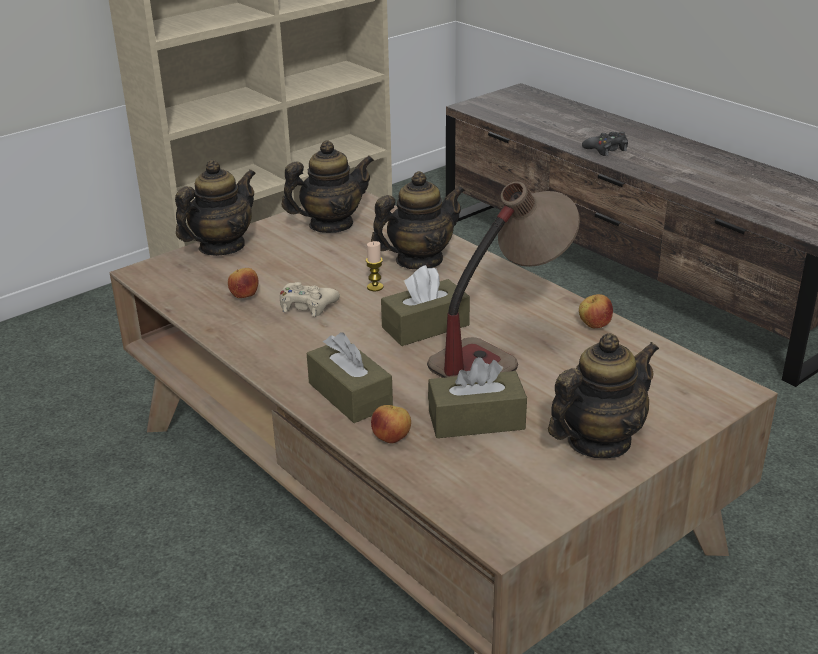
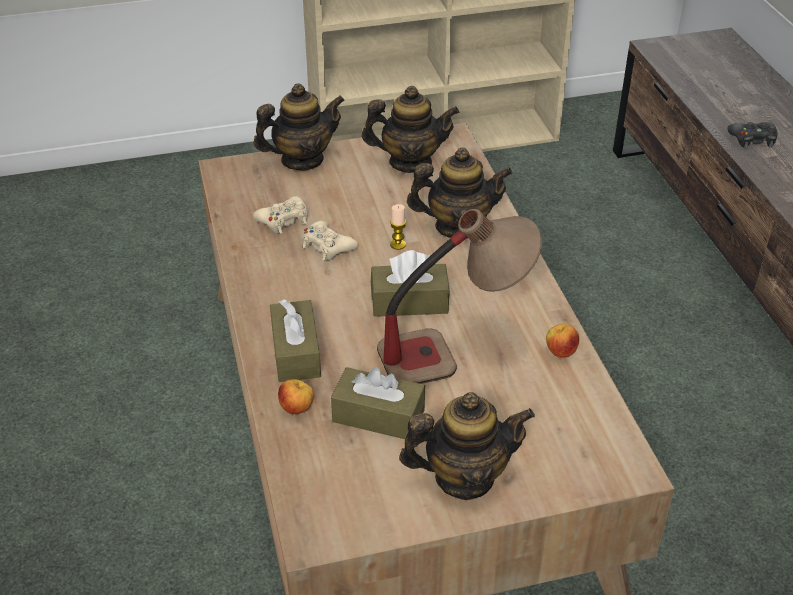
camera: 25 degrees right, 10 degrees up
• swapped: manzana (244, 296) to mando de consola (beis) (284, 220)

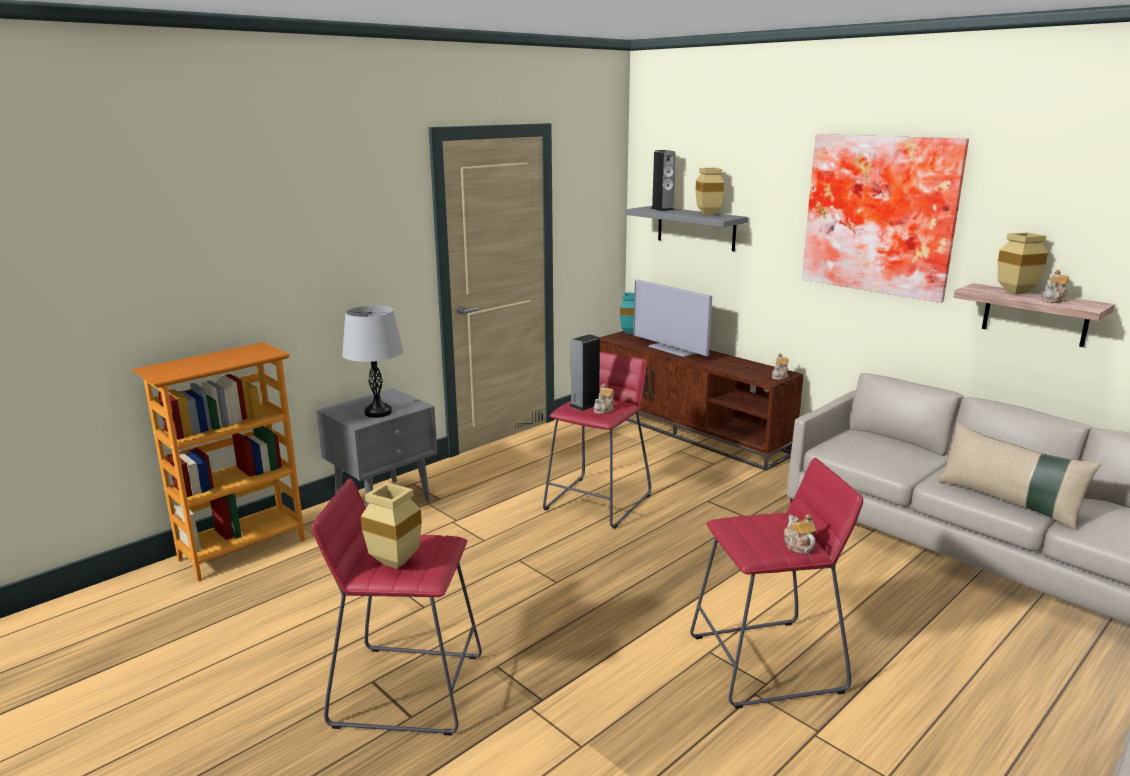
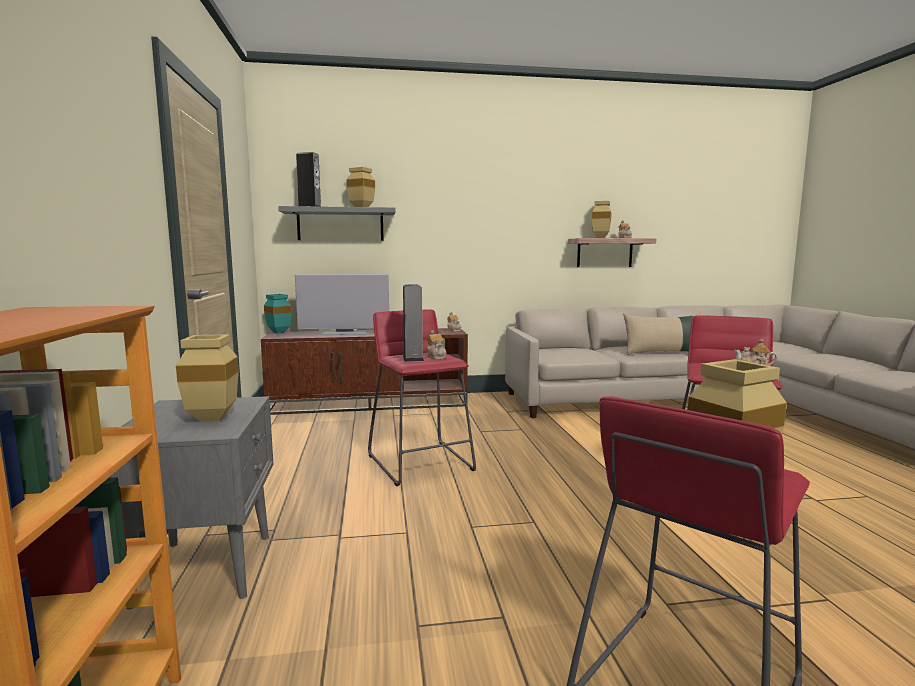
camera: 55 degrees left, 10 degrees down
• swapped: lámpara de mesa (gris) (378, 412) to florero (beis) (215, 418)
• gone: cuadro (881, 214)

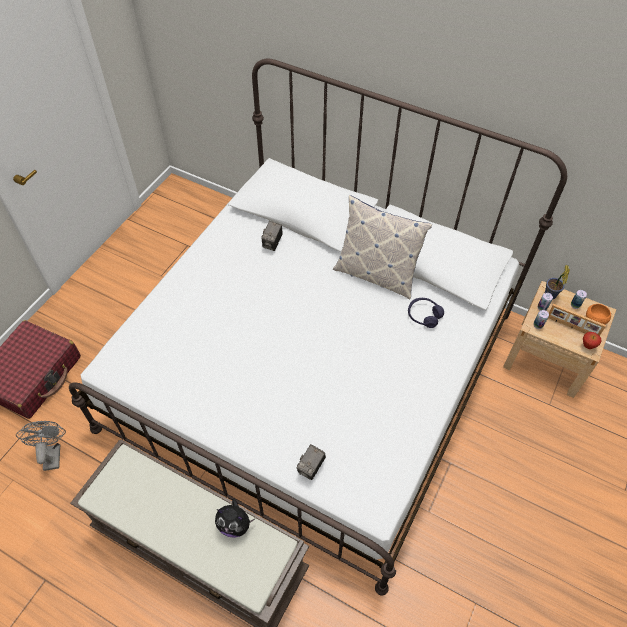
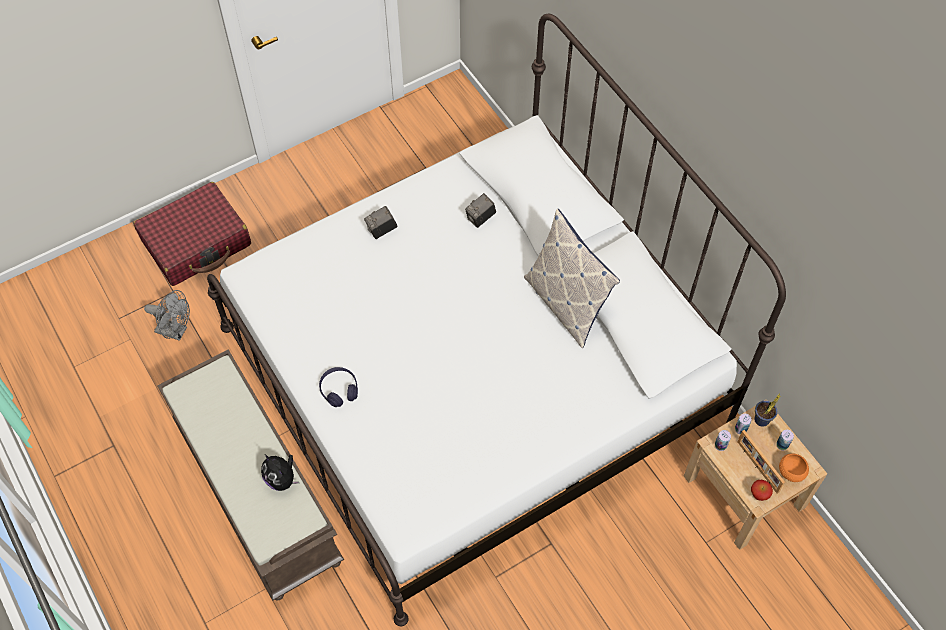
camera: 30 degrees right, 5 degrees up
• rotated: ventilador (gris) (52, 453) = (176, 331) 90 degrees clockwise
• shifted: auriculares (morado) (424, 315) to (339, 390)
• shifted: cámara (311, 468) to (381, 230)

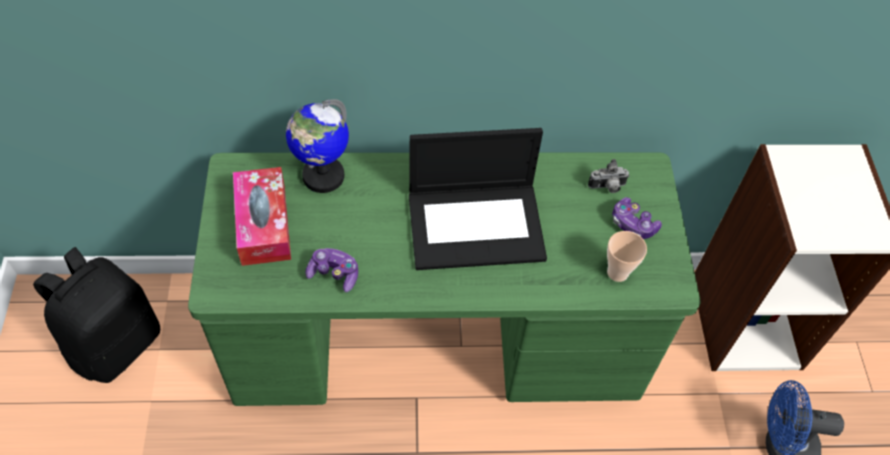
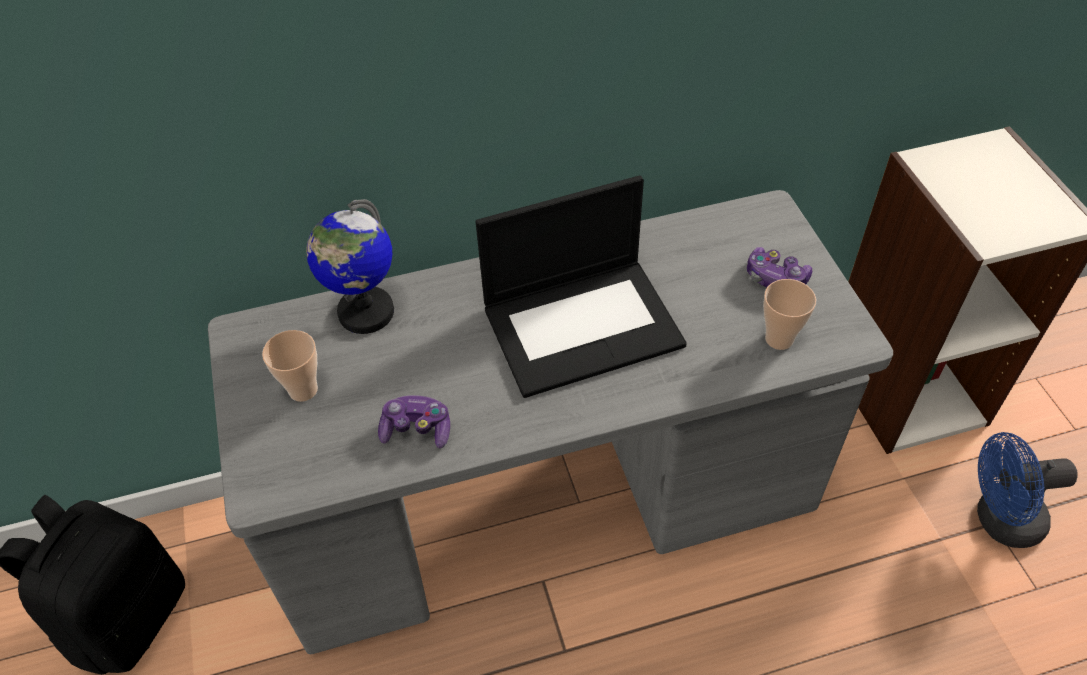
camera: 10 degrees left, 5 degrees down
• repainted: escritorio (verde) (437, 344) to escritorio (gris) (549, 508)
• swapped: caja de pañuelos (263, 224) to taza (303, 390)
• gone: cámara (607, 187)

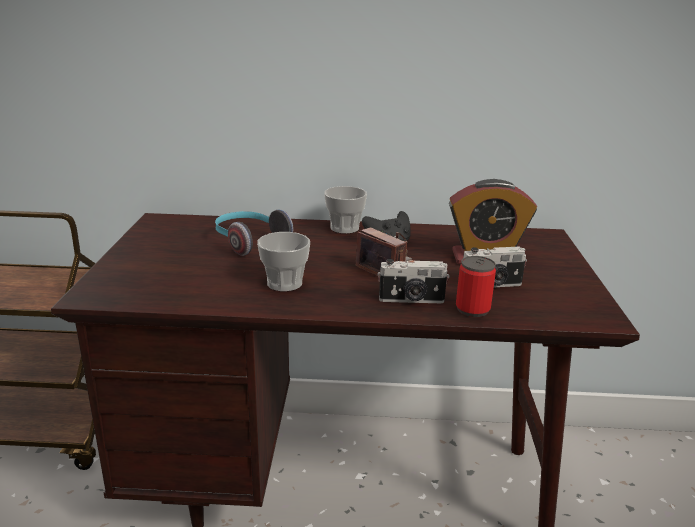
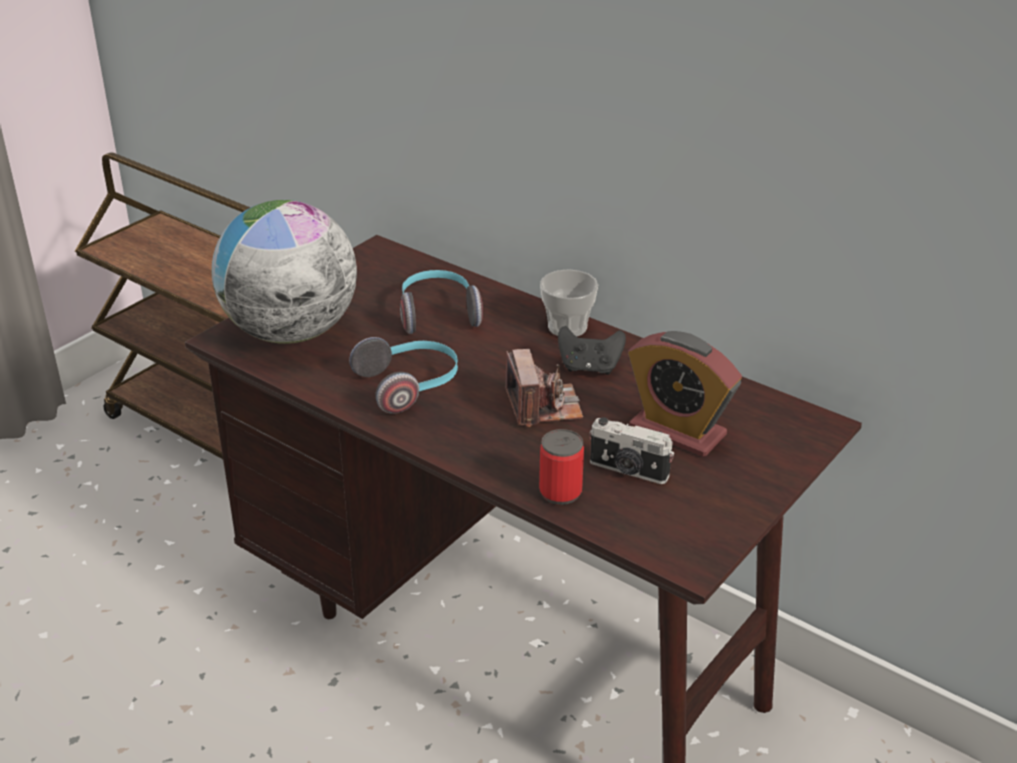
camera: 35 degrees right, 10 degrees up
• new: globo terráqueo (291, 332)
• swapped: taza (284, 283) to auriculares (410, 386)
• gone: cámara (411, 300)

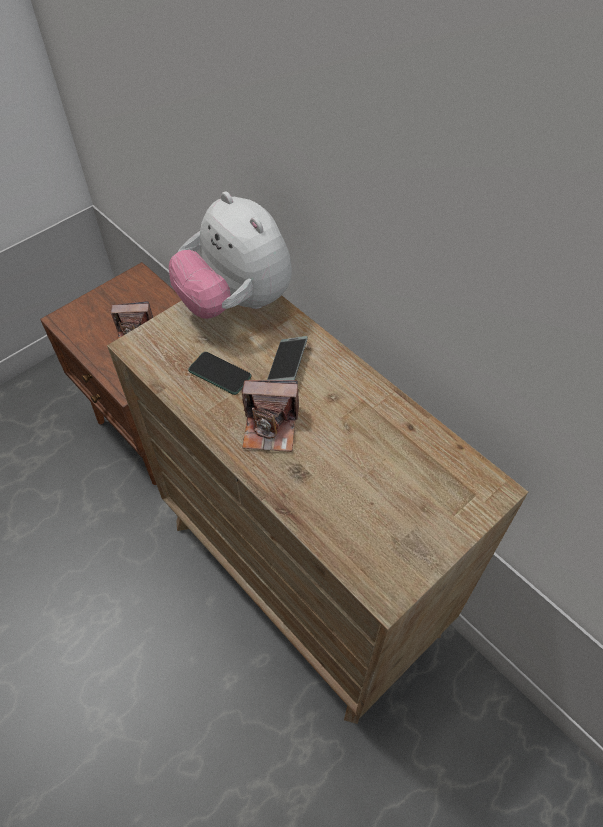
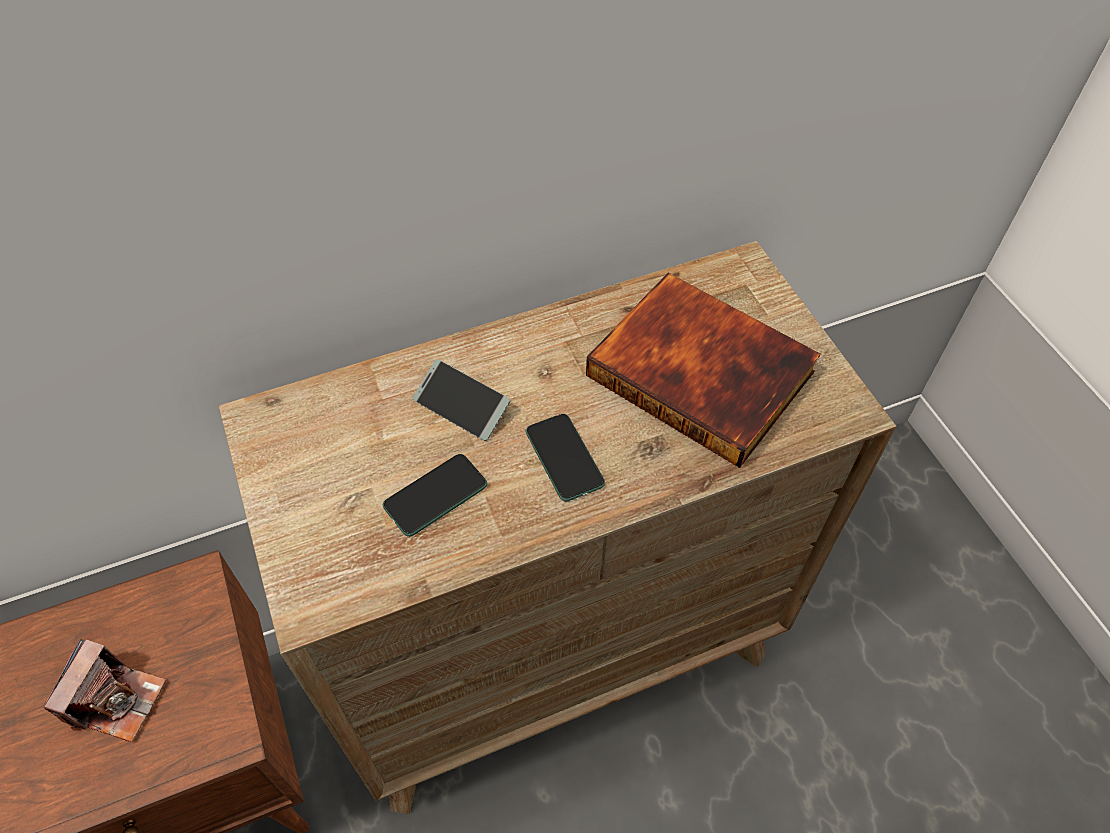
camera: 70 degrees left, 0 degrees up
• swapped: cámara (270, 427) to móvil (564, 458)
• new: libro (703, 372)
• gone: peluche (235, 303)

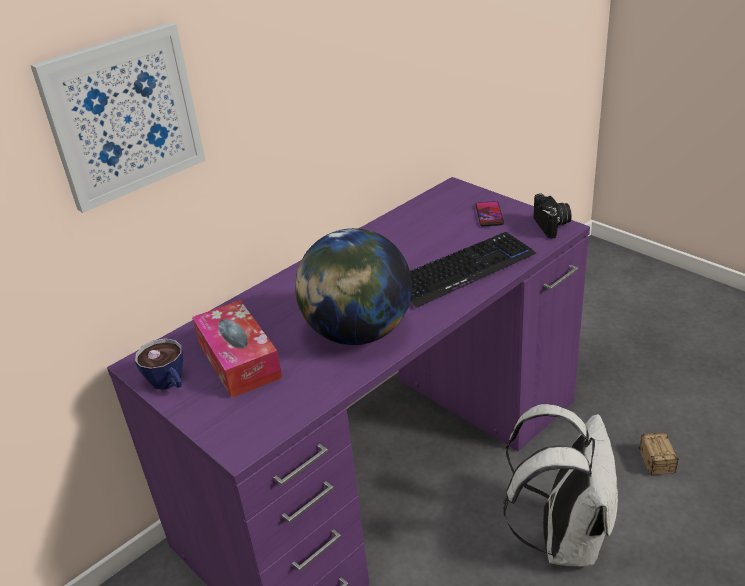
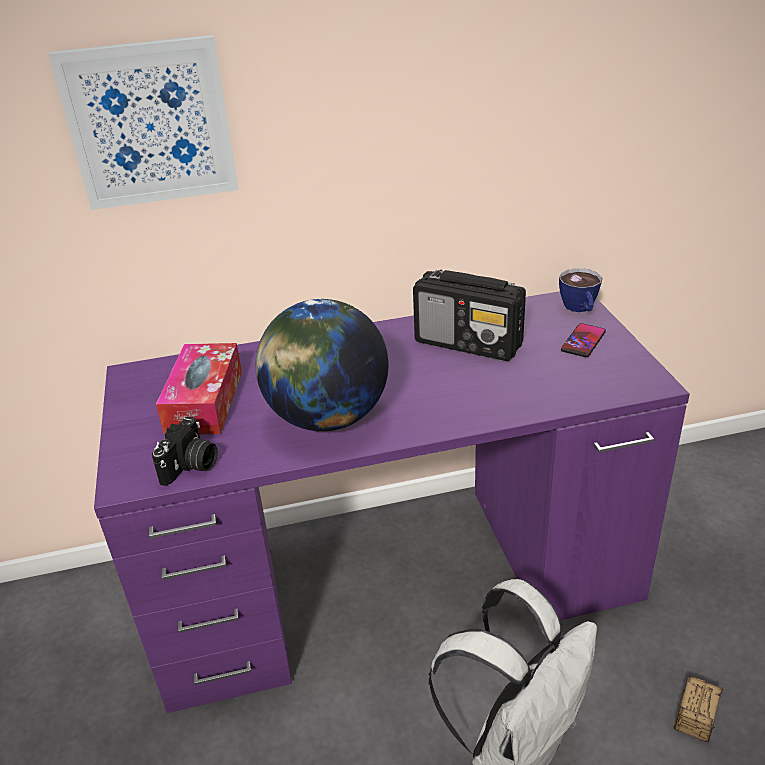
camera: 30 degrees right, 0 degrees up
• shifted: cámara (552, 226) to (191, 466)
• new: radio (469, 343)
• shifted: taza (169, 383) to (580, 309)
• gone: teclado (462, 270)

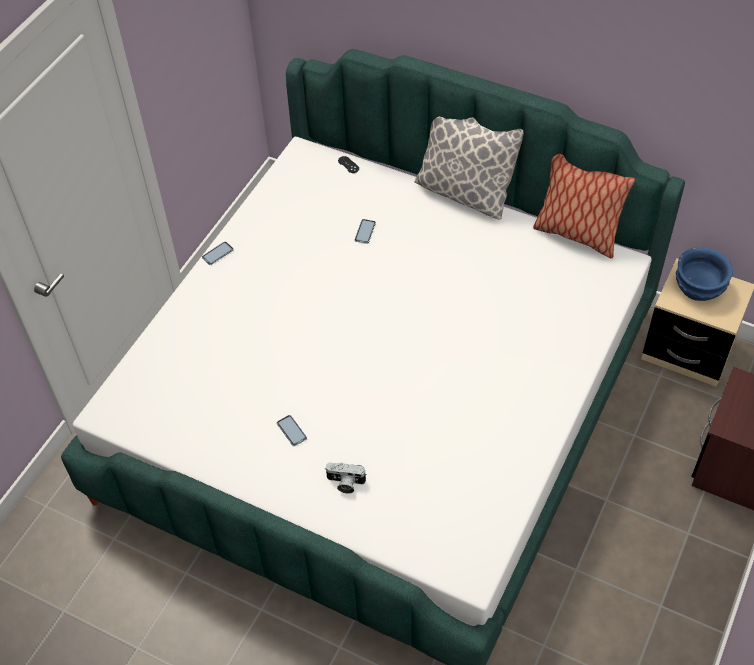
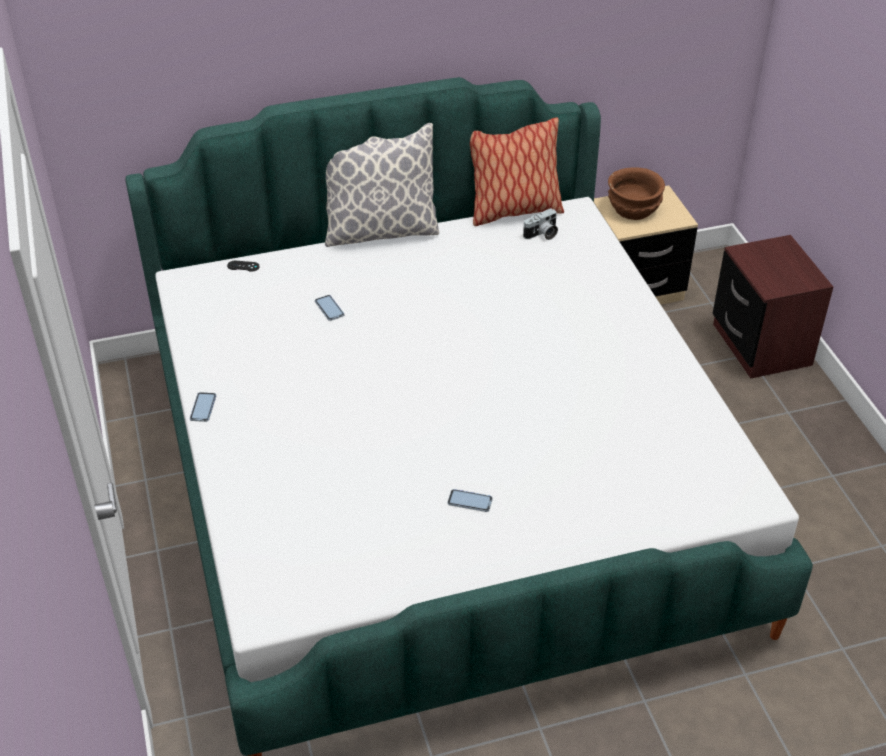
camera: 45 degrees left, 10 degrees down
• shifted: cámara (345, 483) to (542, 234)
• repainted: cuenco (azul) (700, 287) to cuenco (marrón) (634, 208)

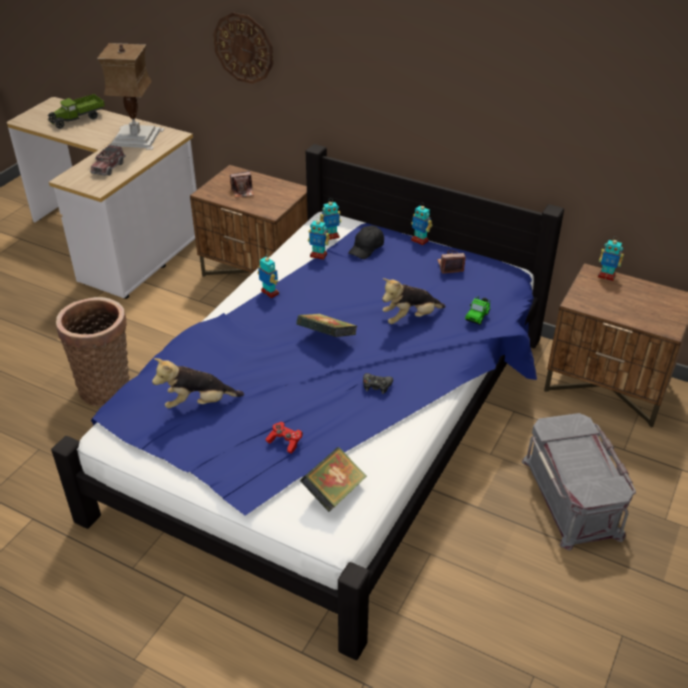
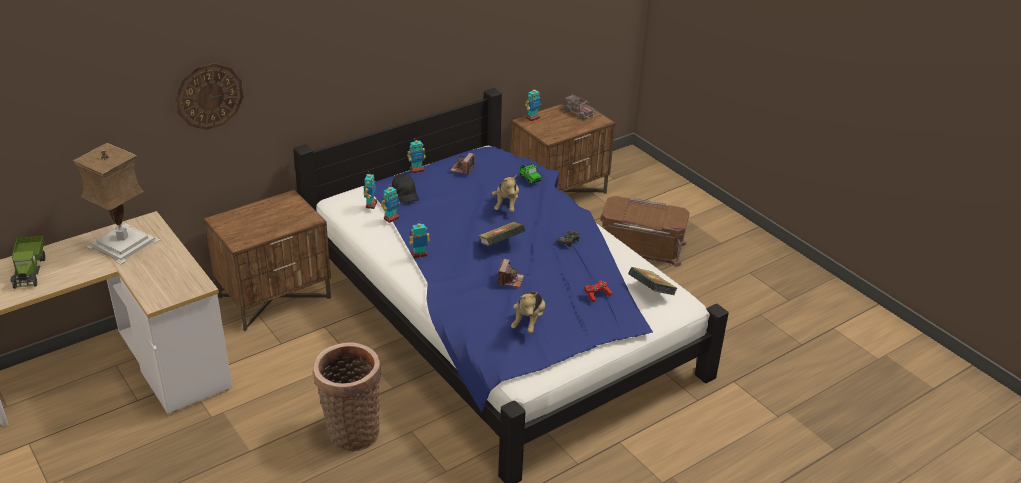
camera: 65 degrees left, 5 degrees down
• shifted: cámara (243, 192) to (510, 280)
• shifted: camión de juguete (108, 167) to (578, 112)
• repainted: caja de almacenaje (gris) (573, 497) to caja de almacenaje (marrón) (641, 246)

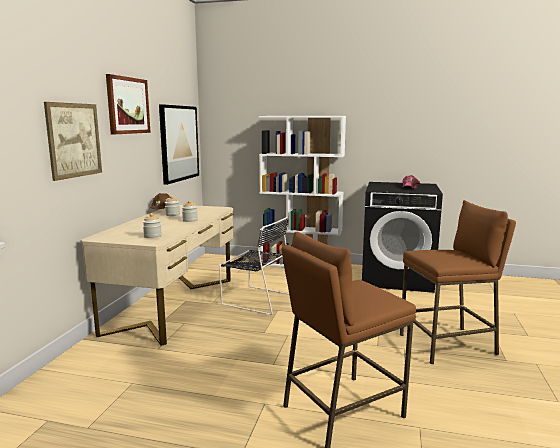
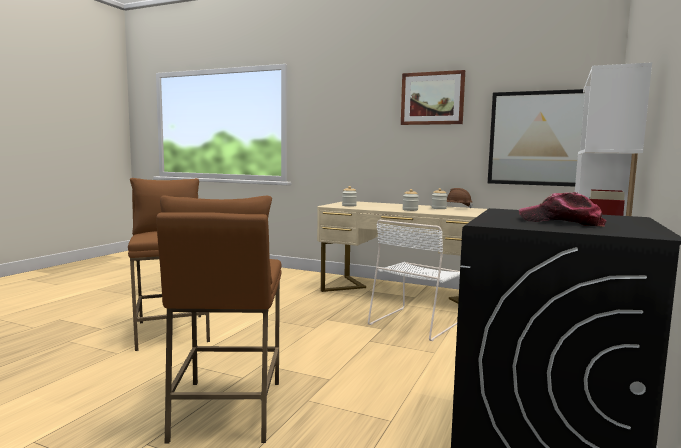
camera: 100 degrees right, 5 degrees down
• repainted: silla (negro) (257, 299) to silla (blanco) (417, 322)
• gone: cuadro (74, 140)

